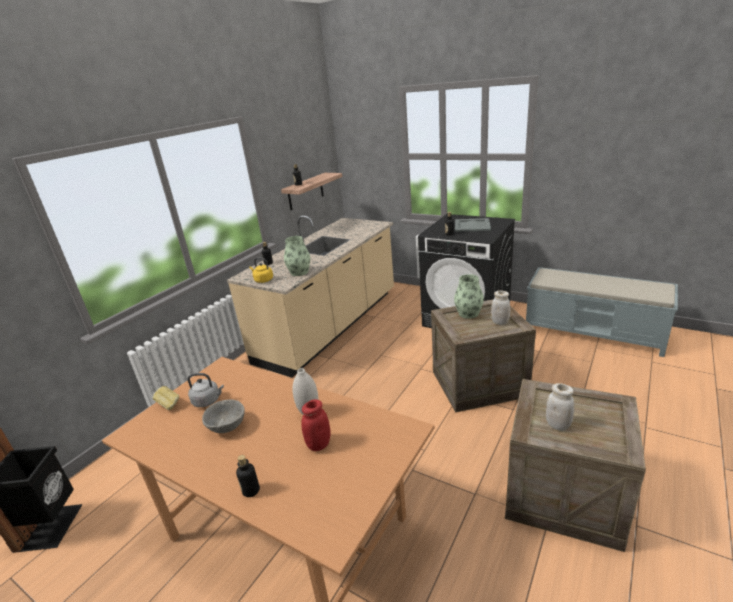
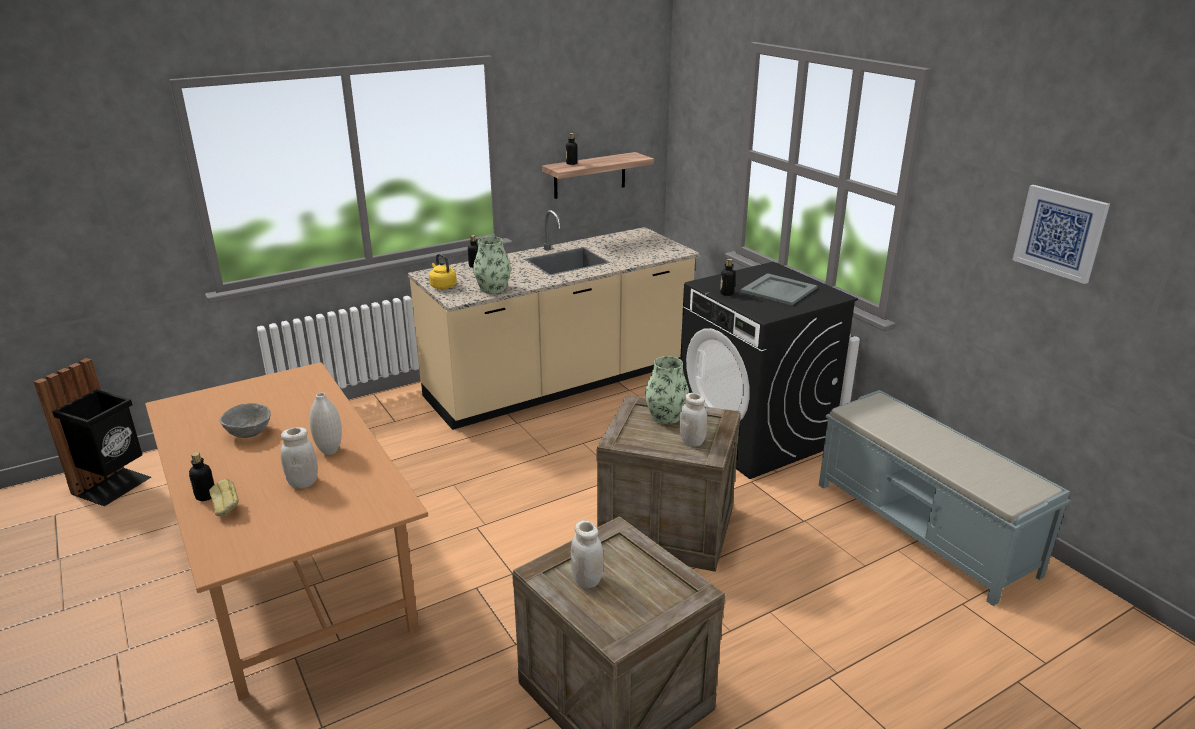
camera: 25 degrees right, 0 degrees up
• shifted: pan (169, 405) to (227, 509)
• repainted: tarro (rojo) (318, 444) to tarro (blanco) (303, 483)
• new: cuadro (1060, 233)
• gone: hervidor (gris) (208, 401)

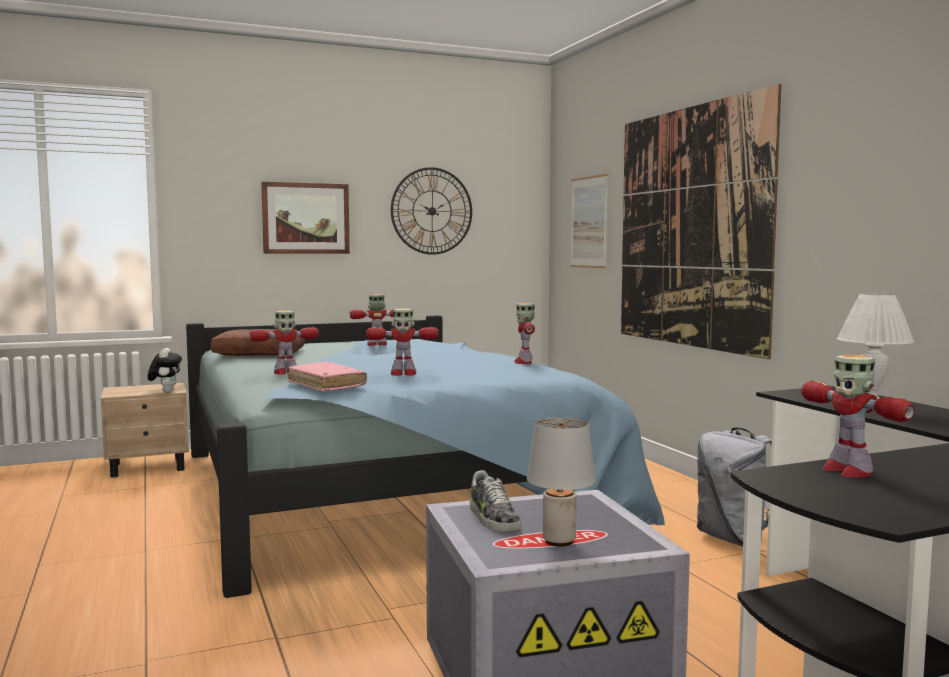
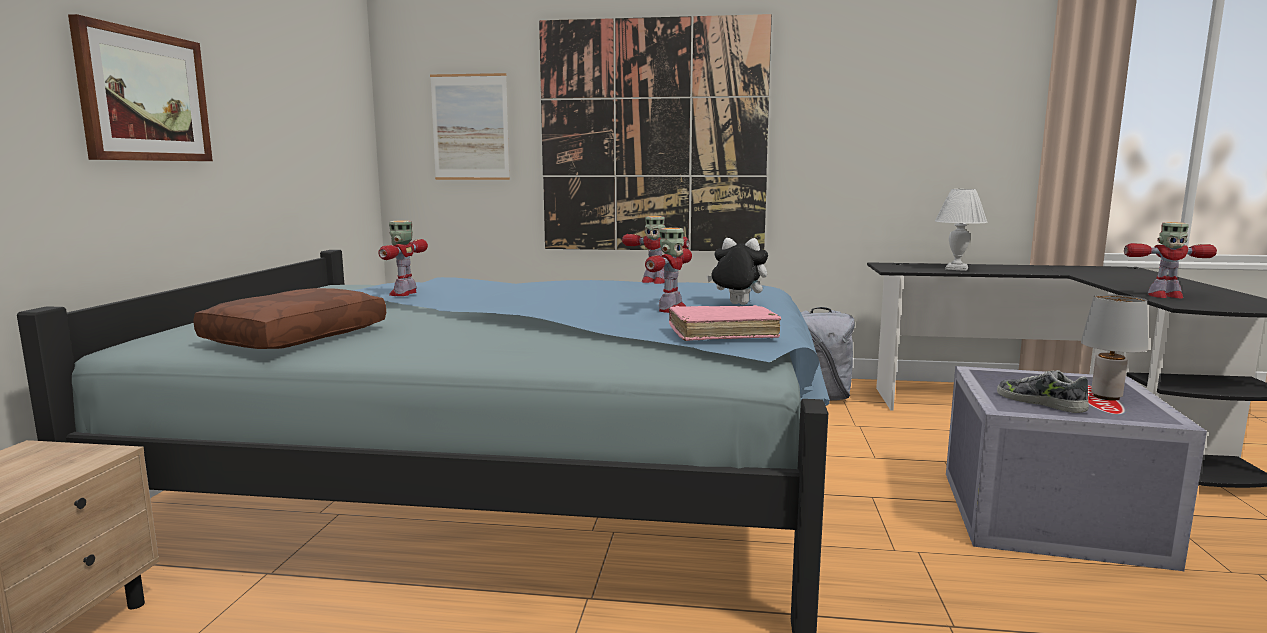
camera: 60 degrees left, 5 degrees up
• shifted: peluche (166, 391) to (736, 304)
• rotated: zapato (493, 518) = (1041, 402) 135 degrees counterclockwise
• gone: robot de juguete (286, 372)
• gone: reloj de pared (432, 211)

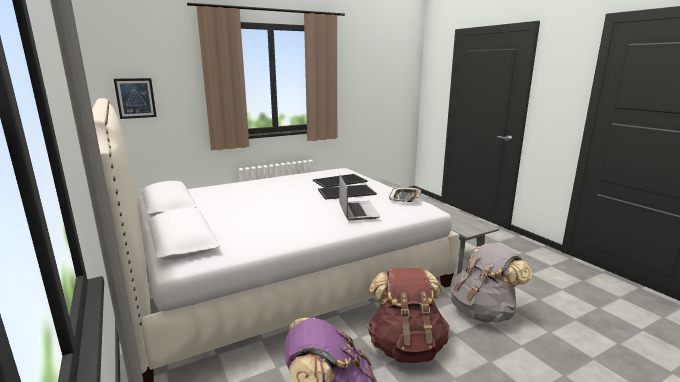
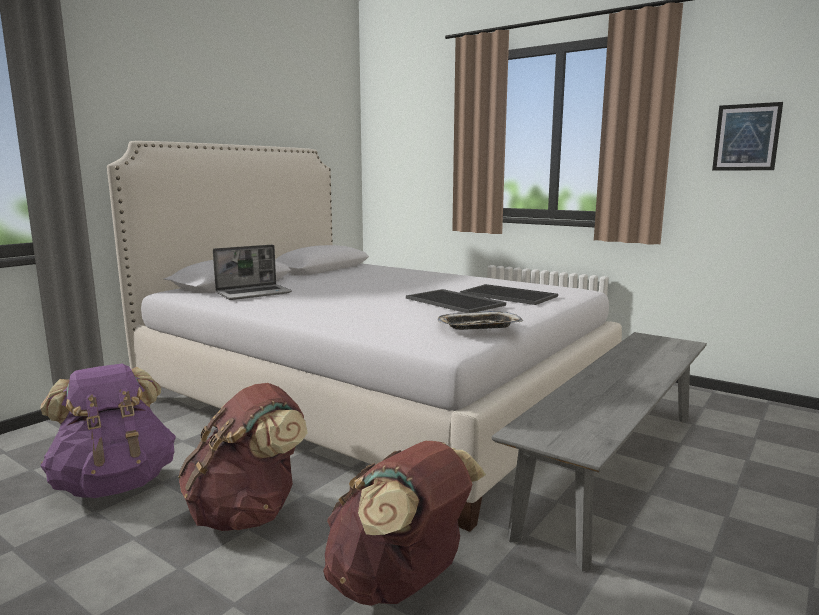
camera: 65 degrees right, 5 degrees down
• shifted: portátil (357, 211) to (254, 293)
• repainted: mochila (gris) (483, 312) to mochila (marrón) (399, 584)
• shifted: cuadro (135, 98) to (746, 137)

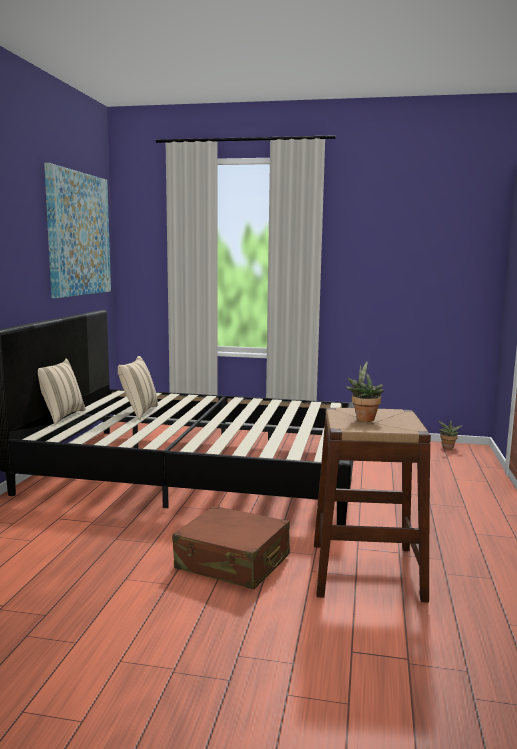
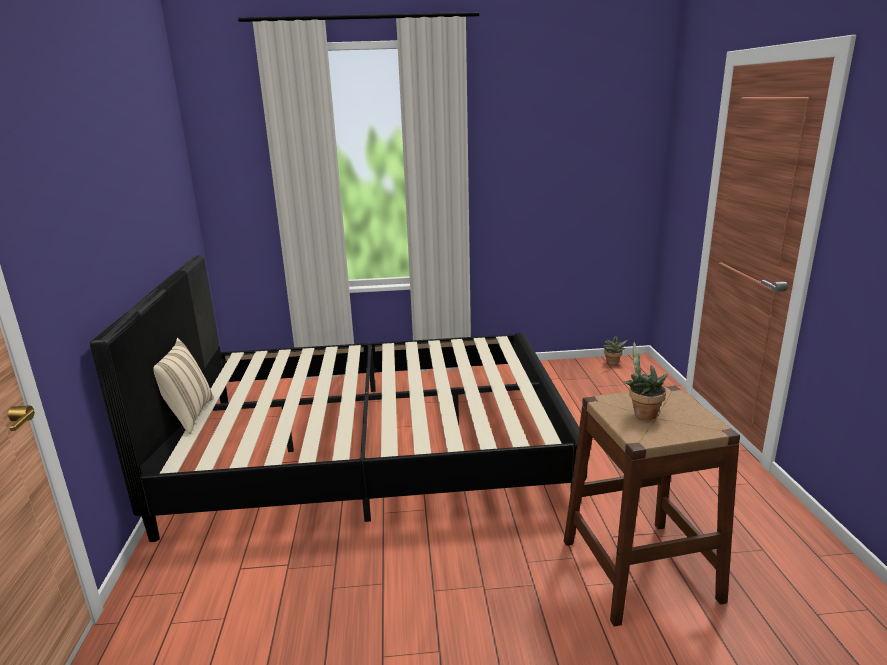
camera: 15 degrees left, 10 degrees up
• gone: cuadro (79, 234)
• gone: cojín (beis) (138, 412)
• gone: maleta (marrón) (232, 562)

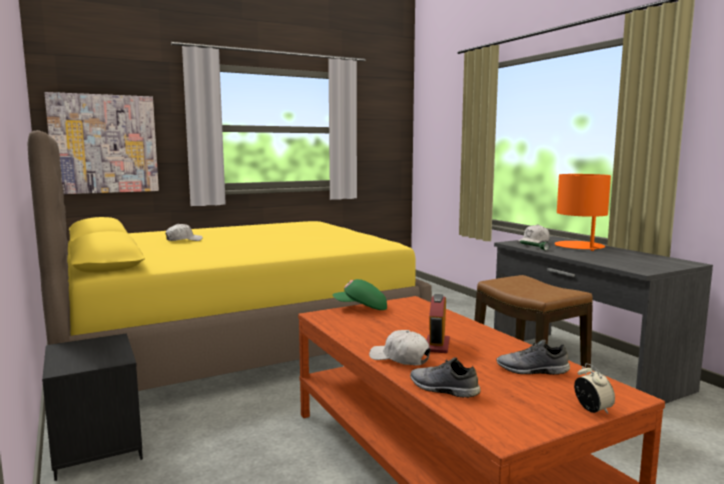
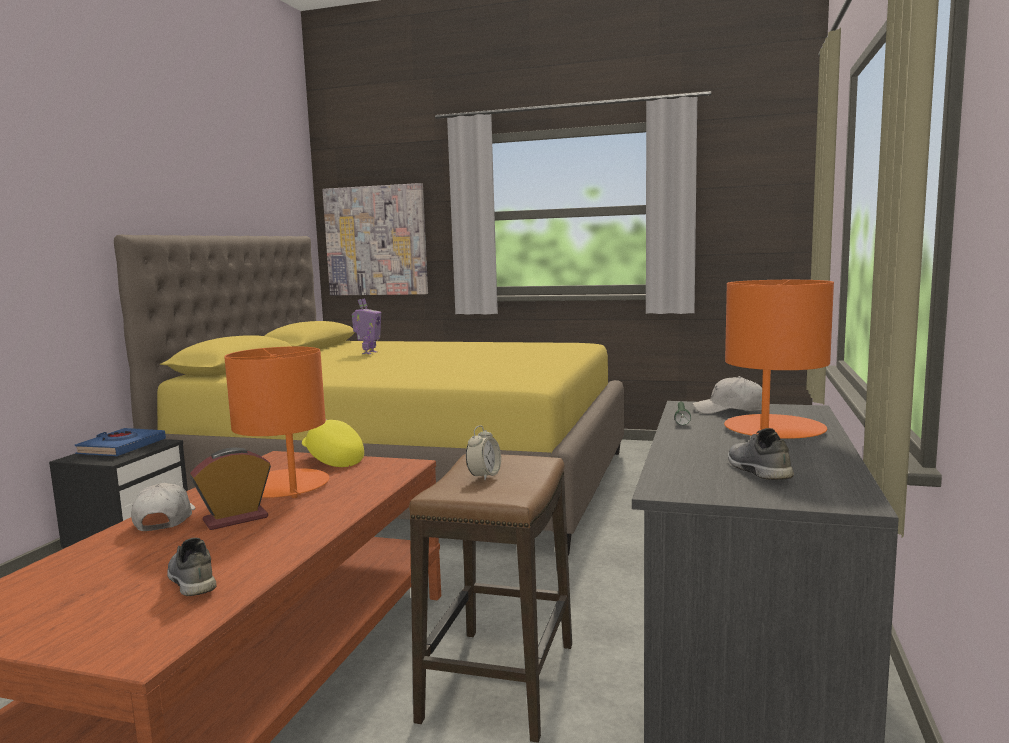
camera: 45 degrees right, 0 degrees up
• new: libro (azul) (121, 447)
• new: lámpara de mesa (naranja) (284, 486)
• repainted: gorra (verde) (361, 308) to gorra (amarillo) (331, 460)
• swapped: gorra (blanco) (183, 240) to robot de juguete (368, 353)
• shifted: despertador (592, 410) to (484, 476)
• shifted: zapato (gris) (442, 389) to (756, 470)

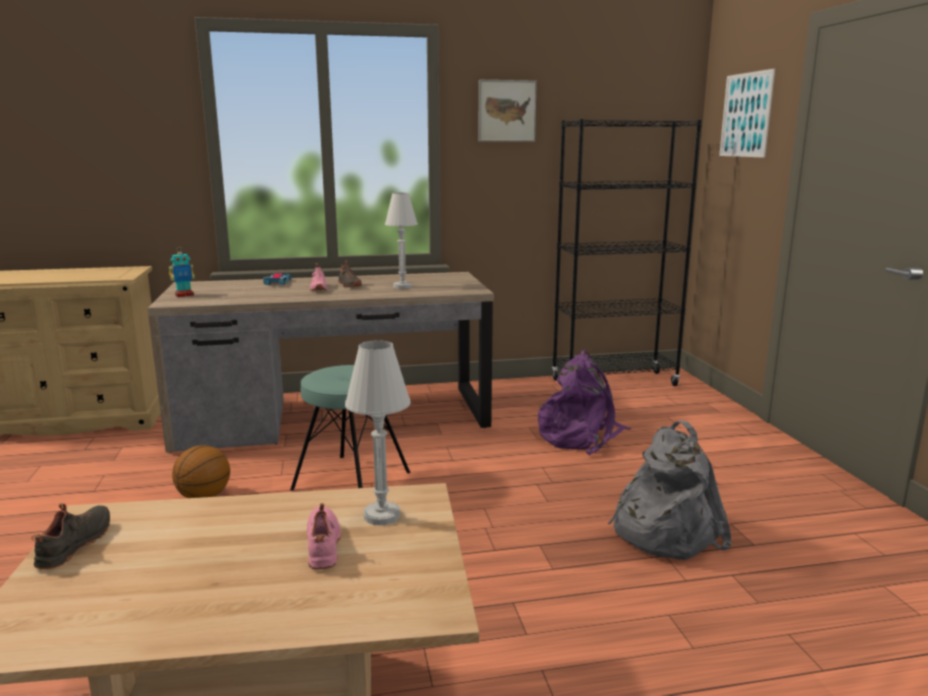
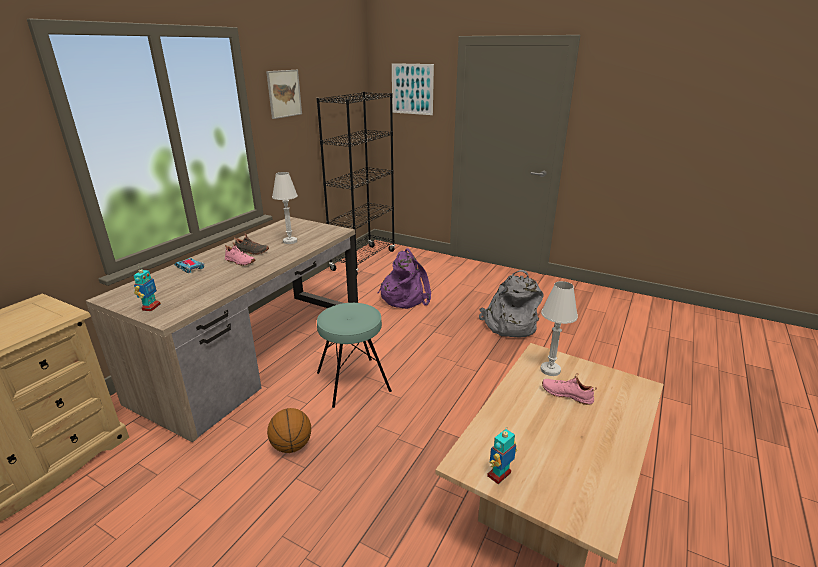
camera: 50 degrees left, 10 degrees up
• swapped: zapato (negro) (77, 545) to robot de juguete (499, 475)

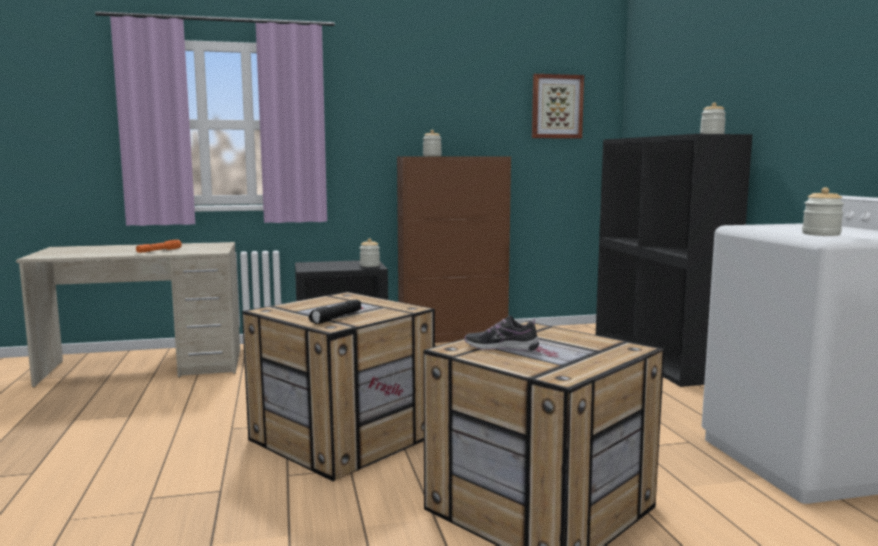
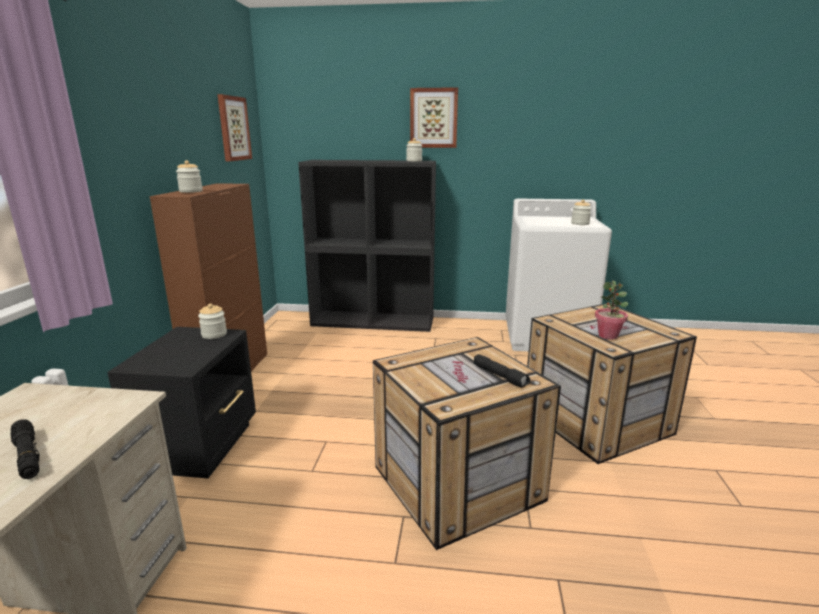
camera: 70 degrees left, 10 degrees up
• repainted: linterna (naranja) (159, 251) to linterna (negro) (27, 456)
• new: cuadro (433, 118)
• swapped: zapato (501, 347) to planta en maceta (608, 336)

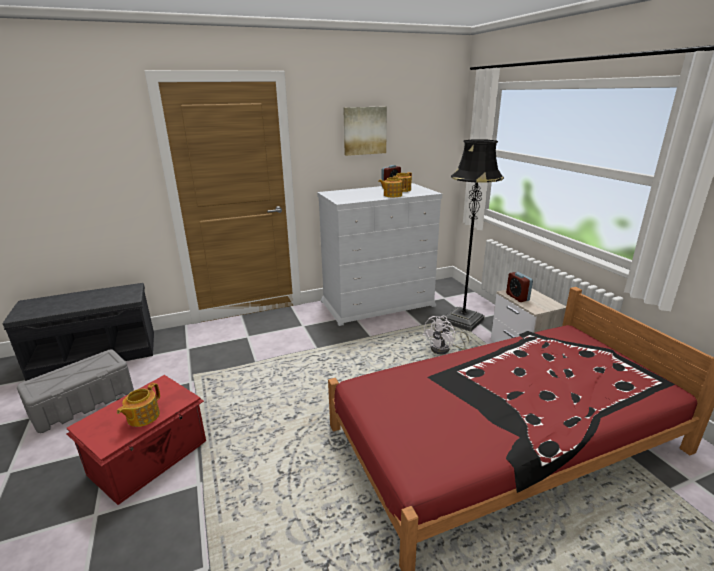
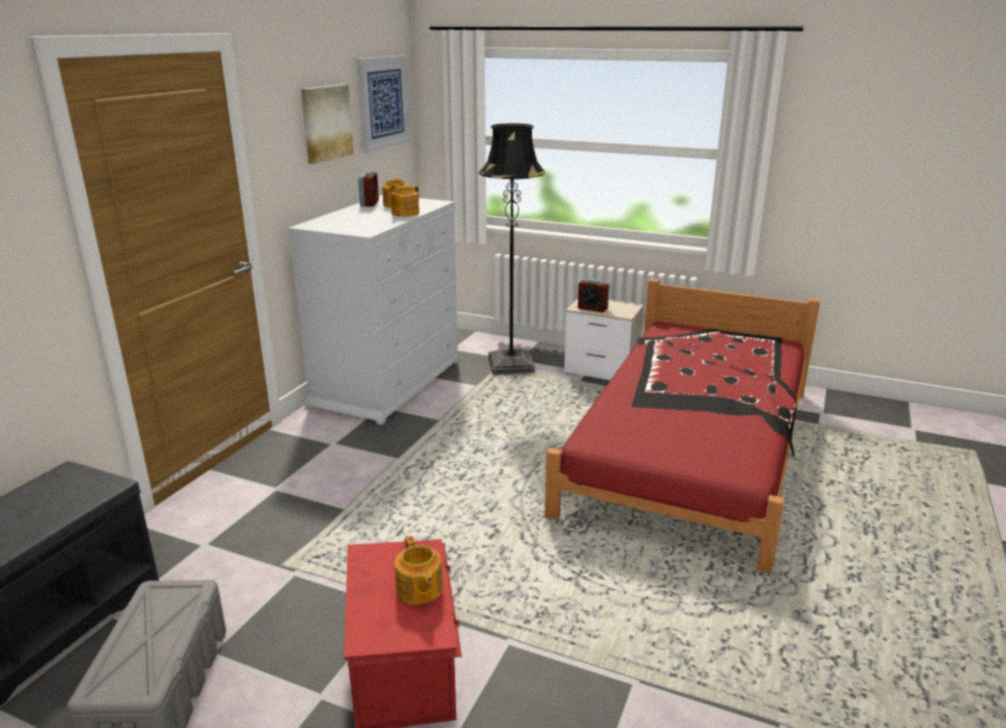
camera: 45 degrees left, 0 degrees up
• new: cuadro (383, 102)
• gone: ventilador (blanco) (444, 349)

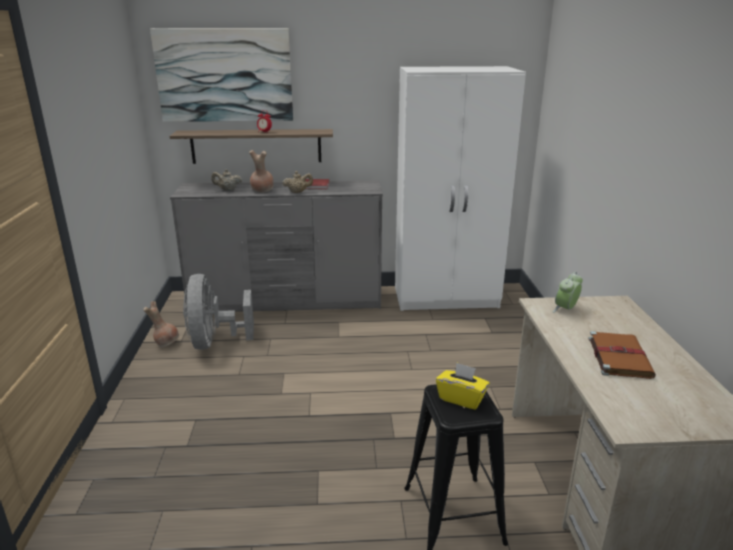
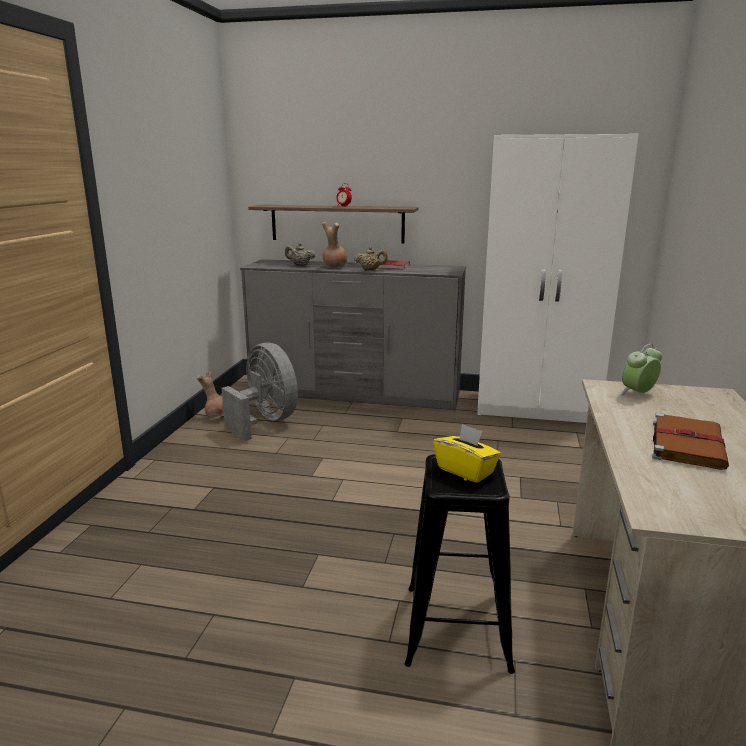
camera: 15 degrees right, 5 degrees down
• rotated: ventilador (gris) (215, 342) = (265, 422) 135 degrees clockwise
• gone: cuadro (224, 75)

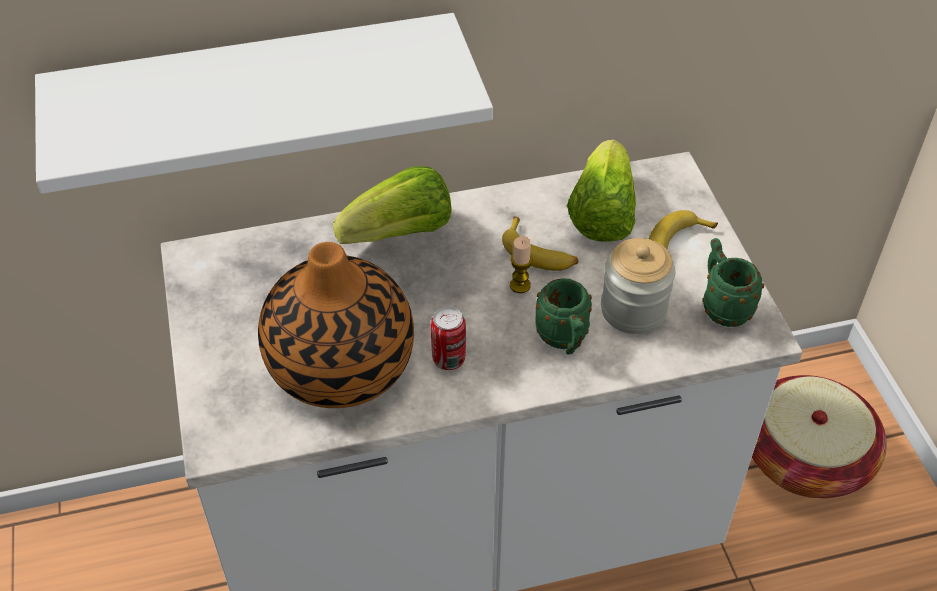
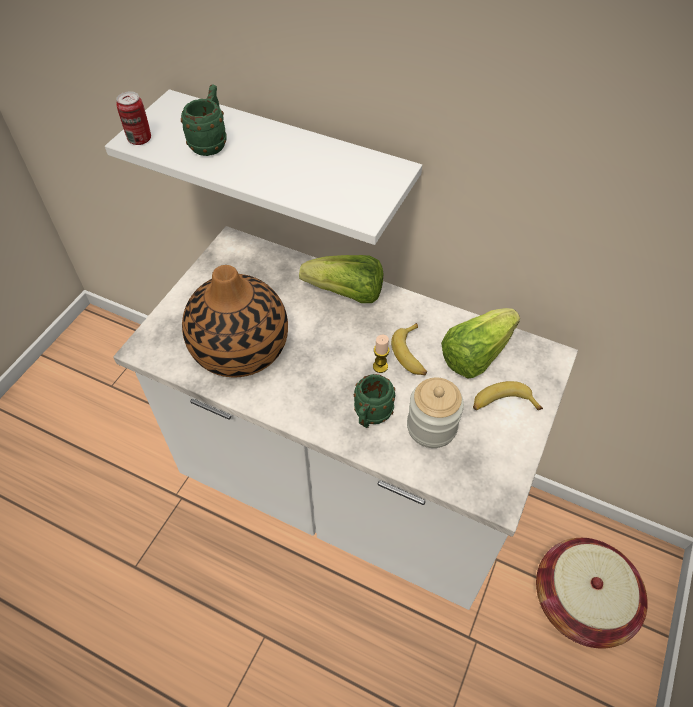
camera: 40 degrees right, 5 degrees up
• shifted: lata (448, 359) to (140, 139)
• shifted: taza grande (verde) (722, 306) to (211, 143)

